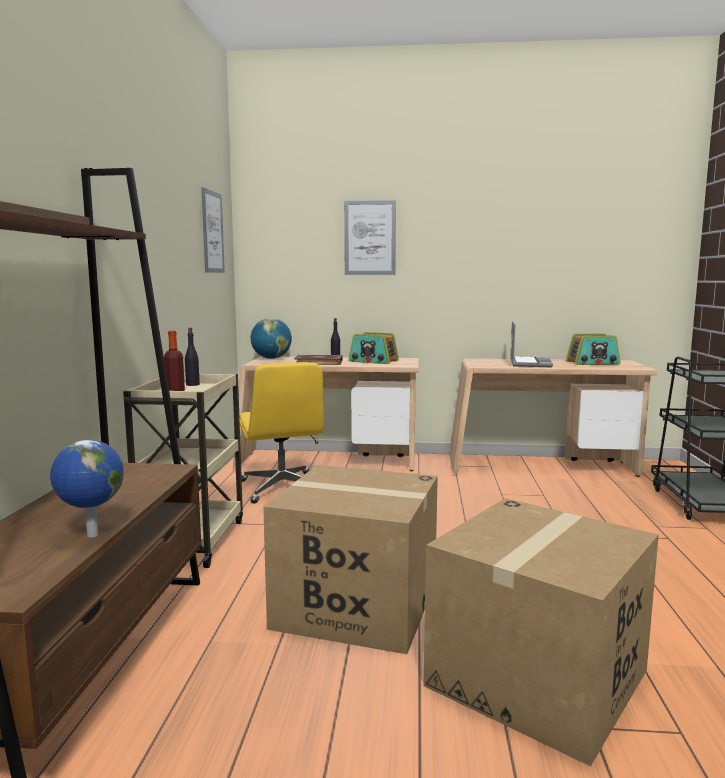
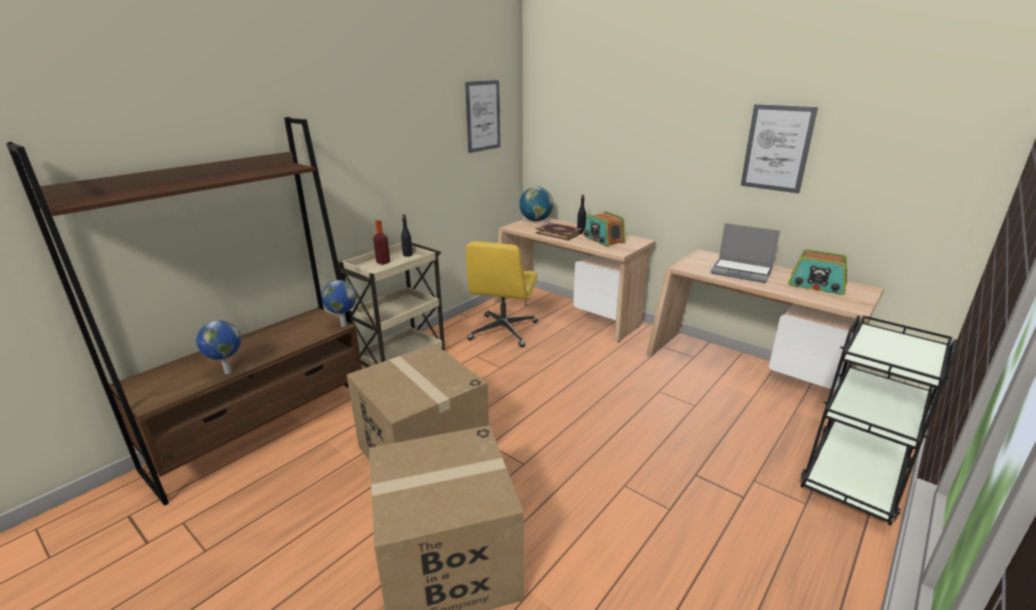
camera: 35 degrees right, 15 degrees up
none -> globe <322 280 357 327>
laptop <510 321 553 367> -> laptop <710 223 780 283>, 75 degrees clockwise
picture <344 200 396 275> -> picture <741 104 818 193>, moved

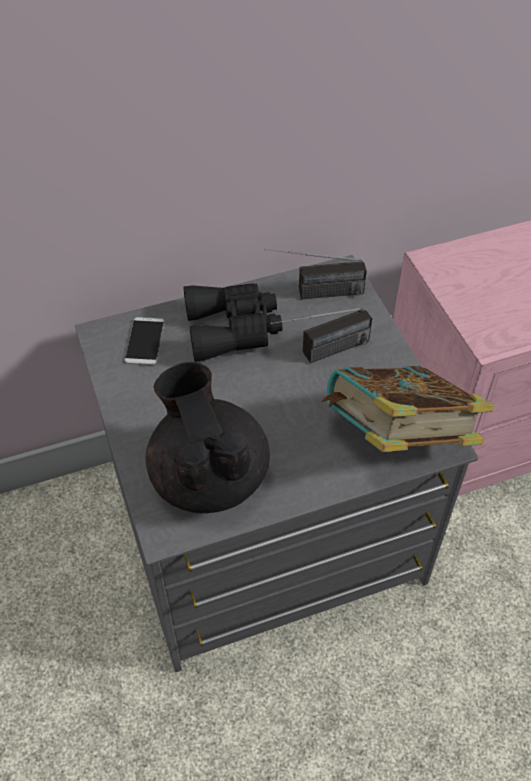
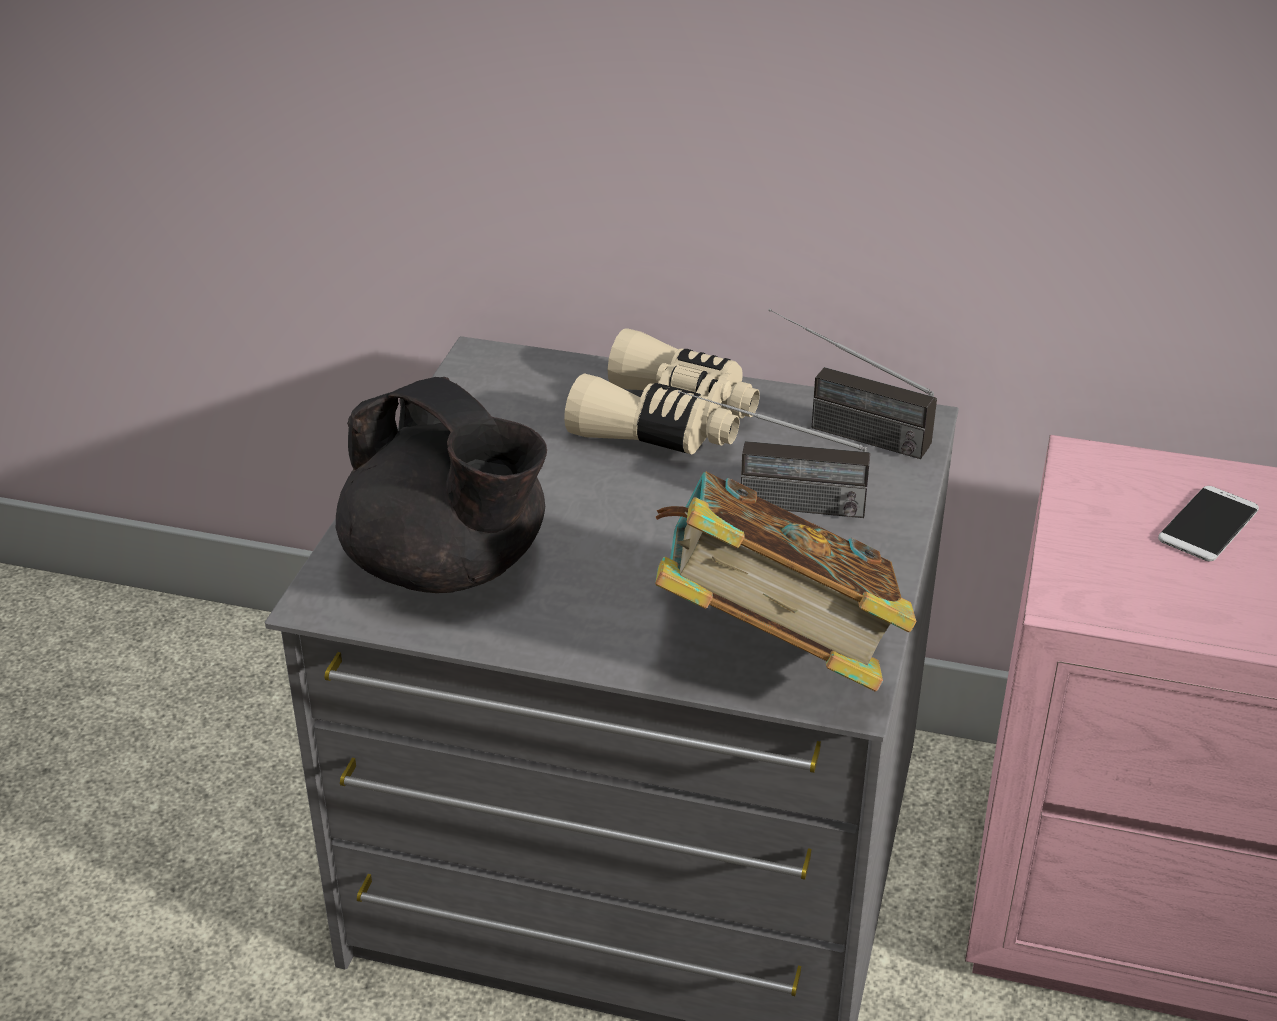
camera: 35 degrees right, 15 degrees down
teapot/black <145 362 270 513> -> teapot/black <336 377 547 593>, 120 degrees clockwise
binoculars/black <183 283 282 362> -> binoculars/beige <564 328 759 454>
phone <125 317 164 365> -> phone <1158 486 1259 561>, moved

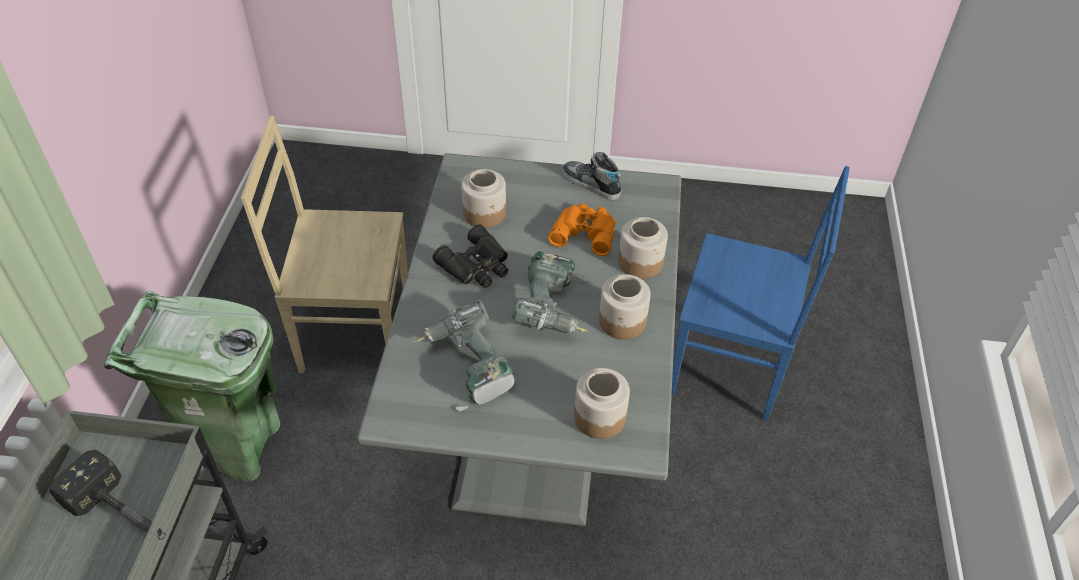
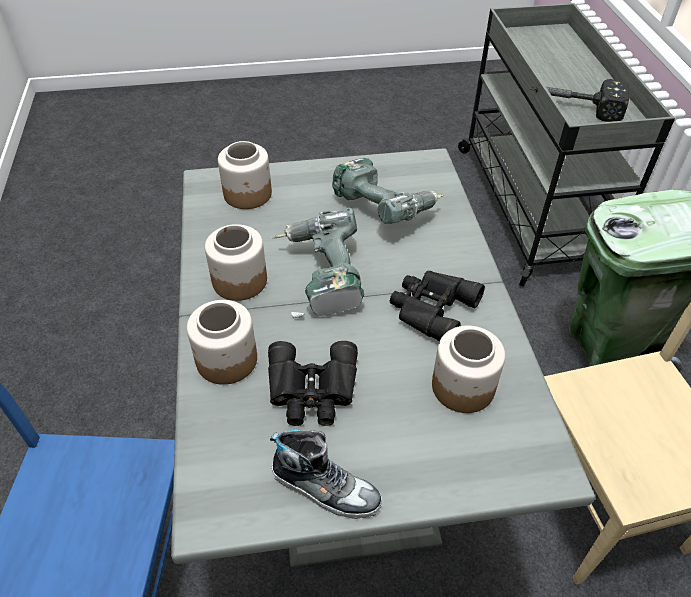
camera: 165 degrees right, 0 degrees up
binoculars/orange <548 203 615 256> -> binoculars/black <268 341 358 426>

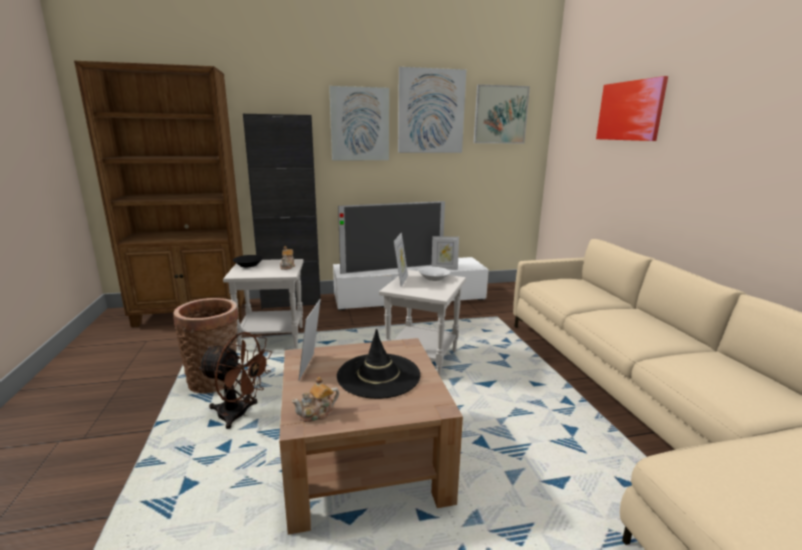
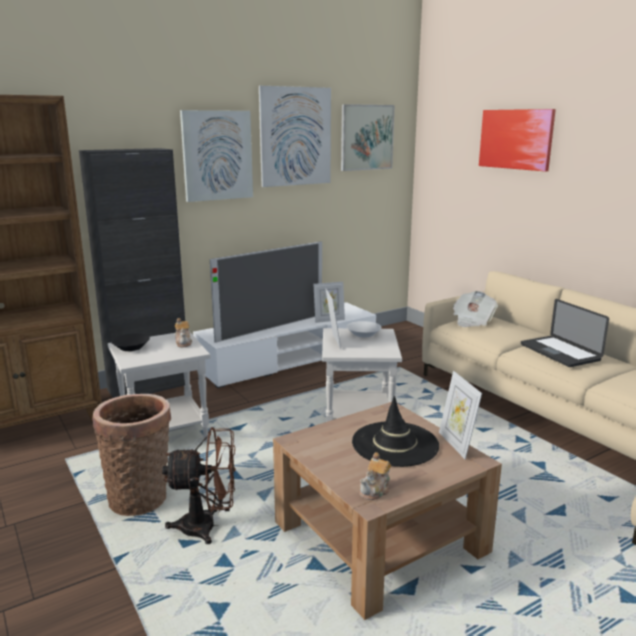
camera: 20 degrees left, 0 degrees up
picture frame <299 299 321 380> -> picture frame <439 371 482 460>, moved
none -> newspaper <452 291 498 327>
none -> laptop <521 299 609 367>

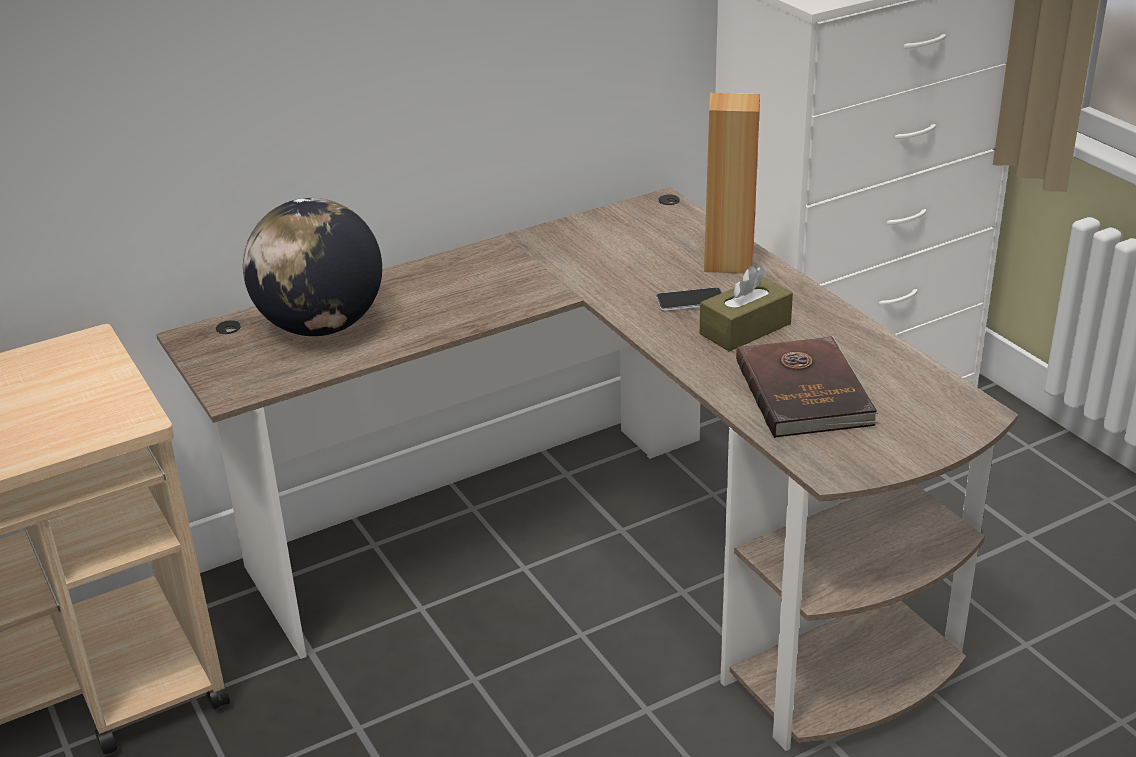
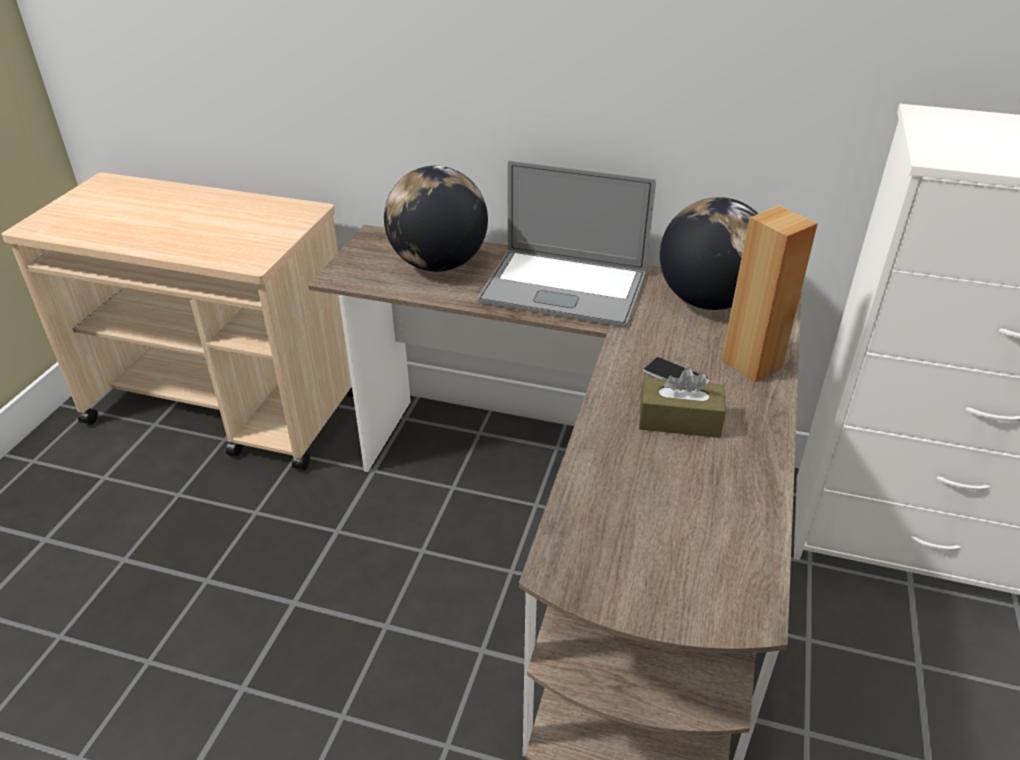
camera: 45 degrees right, 5 degrees up
none -> laptop <478 160 656 328>
none -> globe <660 197 758 310>
book/brown <736 336 878 438> -> none

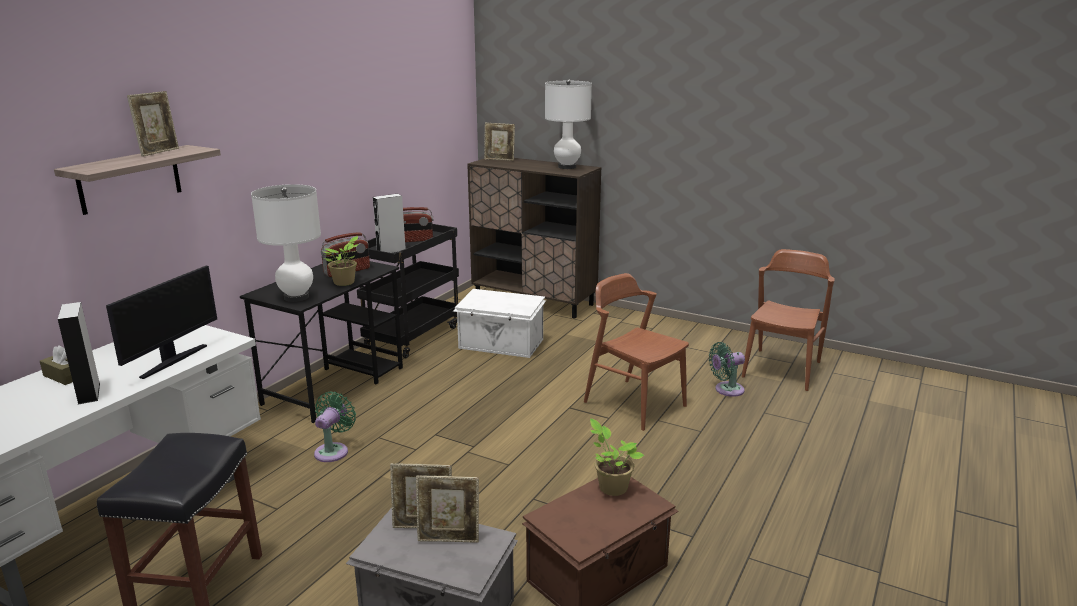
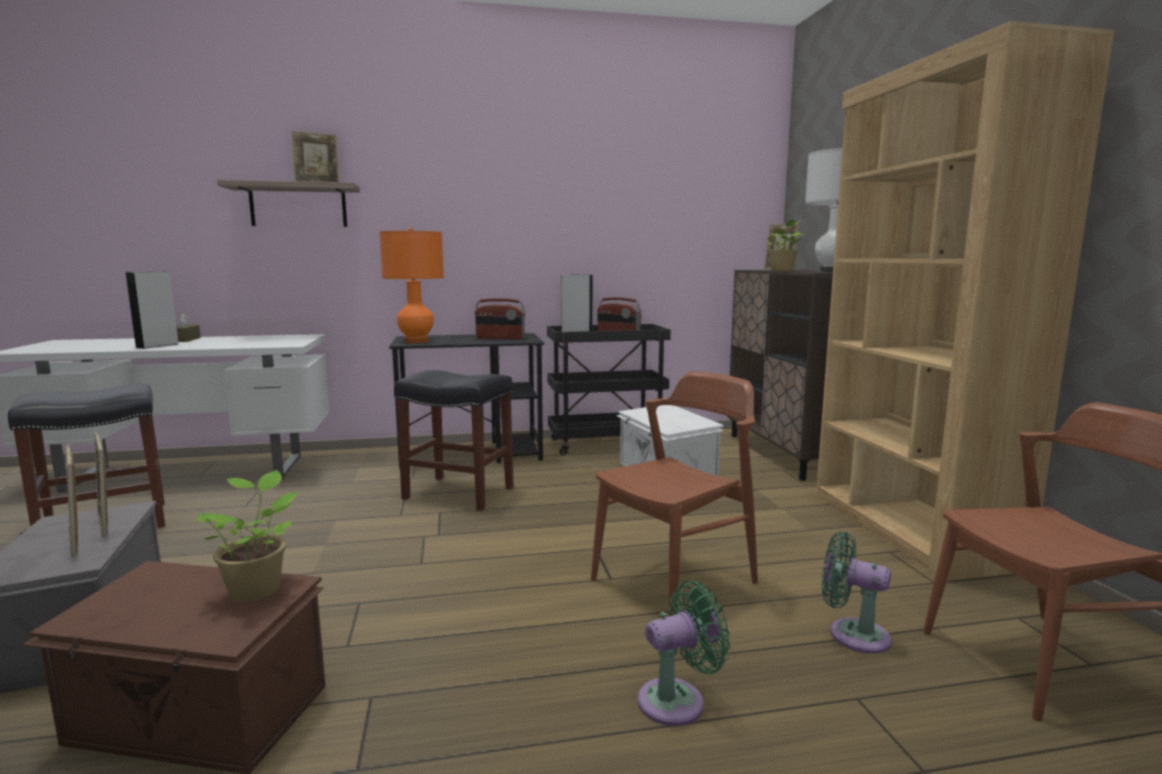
camera: 50 degrees right, 10 degrees down
table lamp/white <251 184 321 302> -> table lamp/orange <379 228 444 343>
none -> stool/black <394 370 514 511>
chair/brown <584 273 689 431> -> chair/brown <591 371 758 616>, 45 degrees clockwise
fan/green <314 392 356 462> -> fan/green <638 580 730 726>, moved
potted plant <322 236 358 286> -> potted plant <765 220 805 271>, moved
none -> bookcase/brown <816 21 1114 581>
monitor <106 266 217 379> -> none

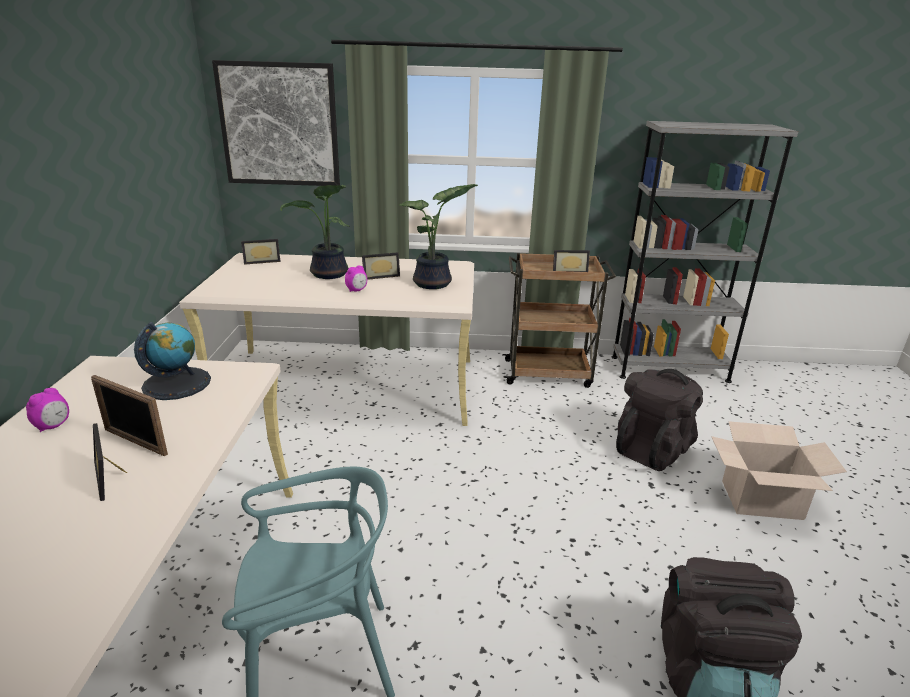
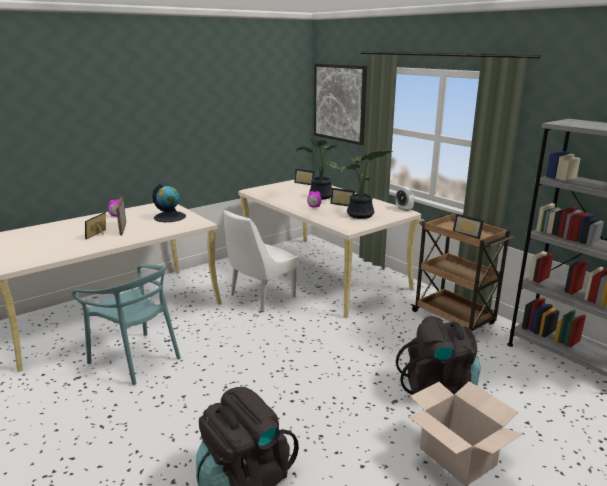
camera: 50 degrees right, 5 degrees down
none -> chair/white <224 210 299 312>
none -> alarm clock <396 187 414 211>

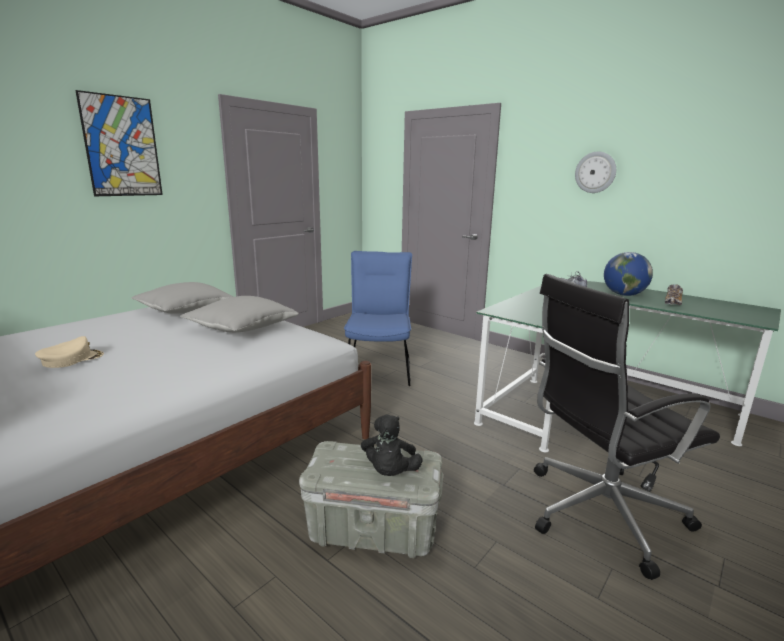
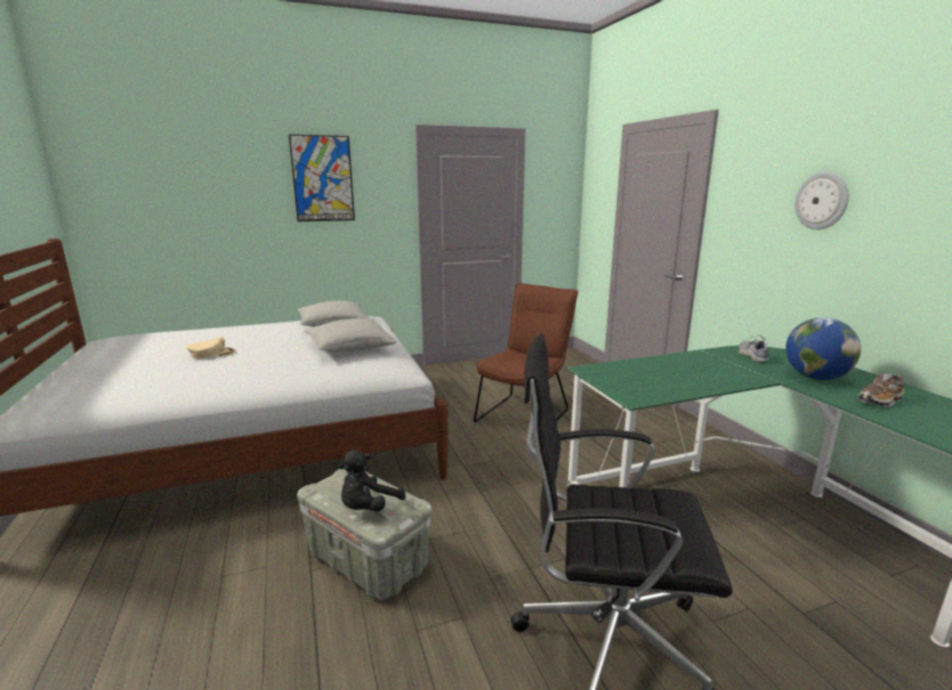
camera: 30 degrees right, 0 degrees up
chair/blue <344 251 412 386> -> chair/brown <474 283 578 422>

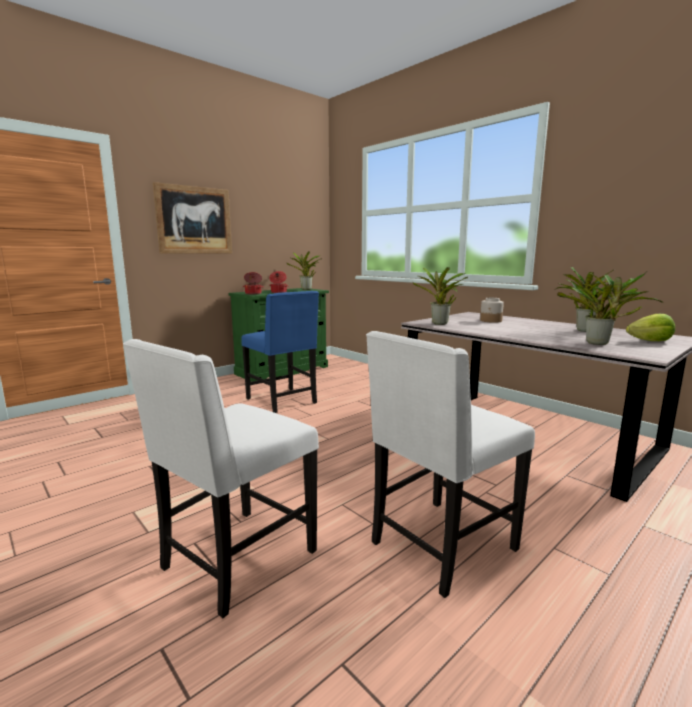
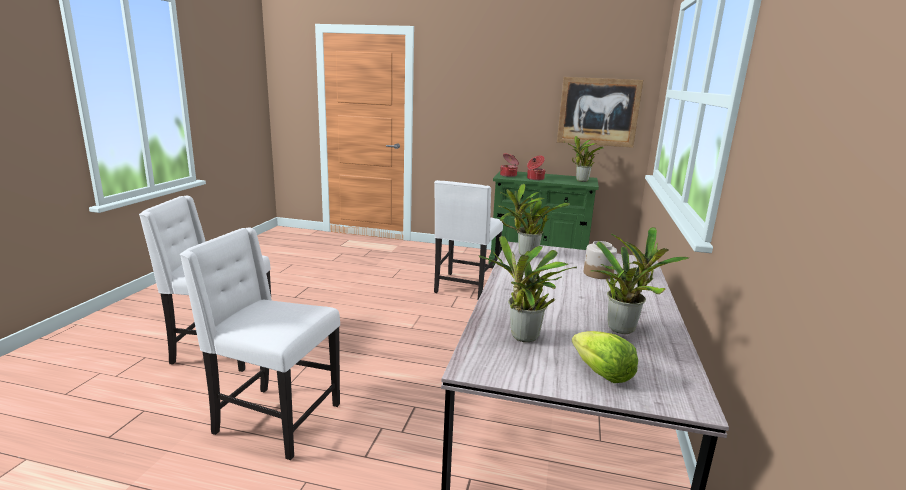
camera: 55 degrees right, 5 degrees up
chair/blue <241 291 319 413> -> chair/white <434 180 503 300>
picture <153 182 232 254> -> picture <557 77 643 148>, moved

